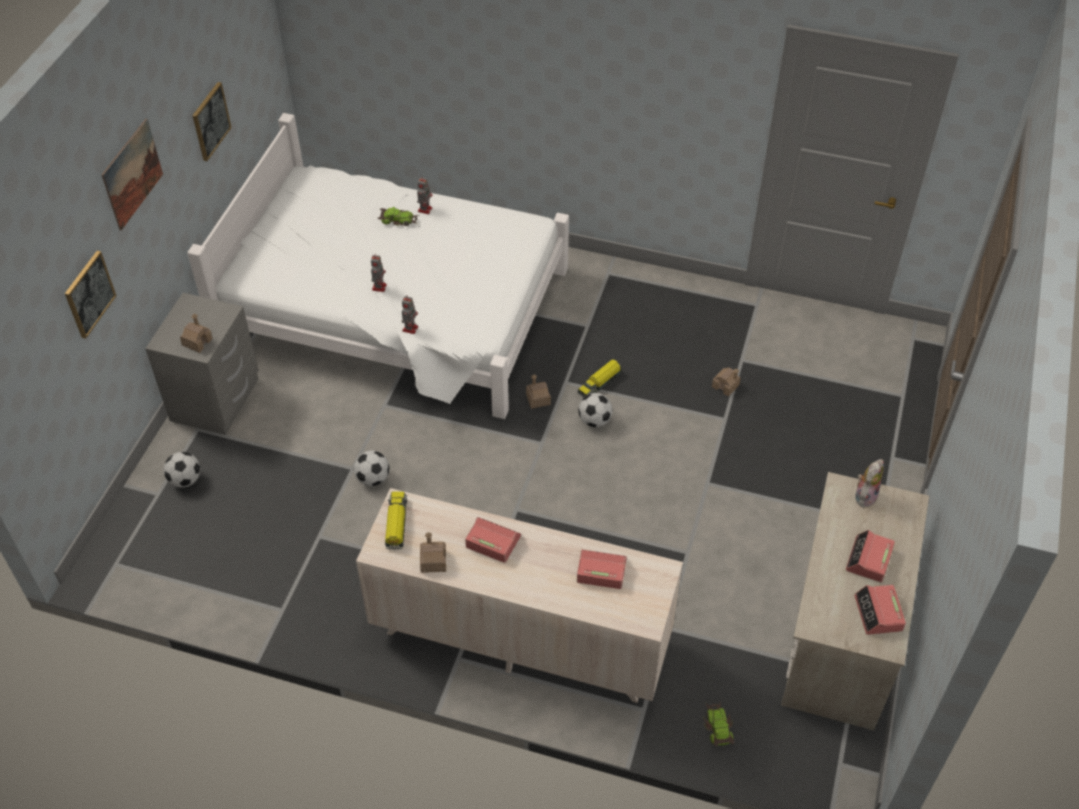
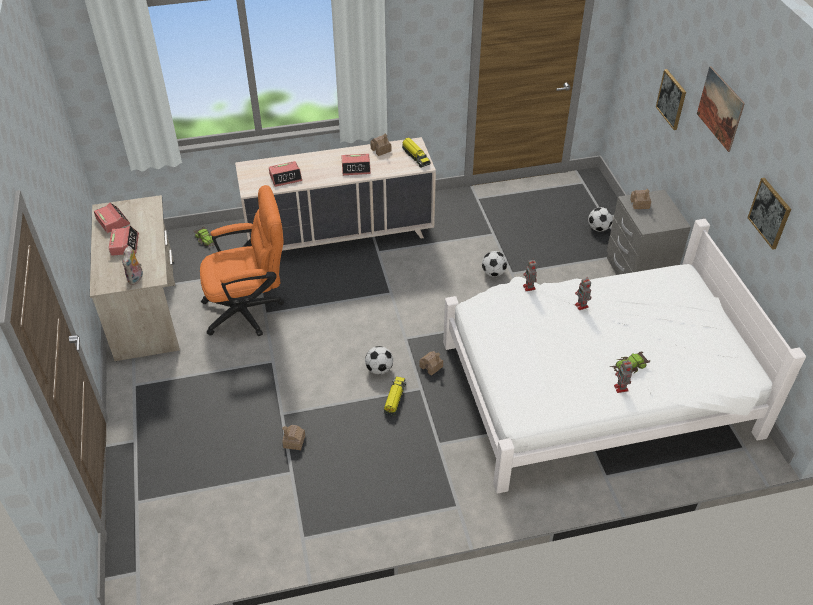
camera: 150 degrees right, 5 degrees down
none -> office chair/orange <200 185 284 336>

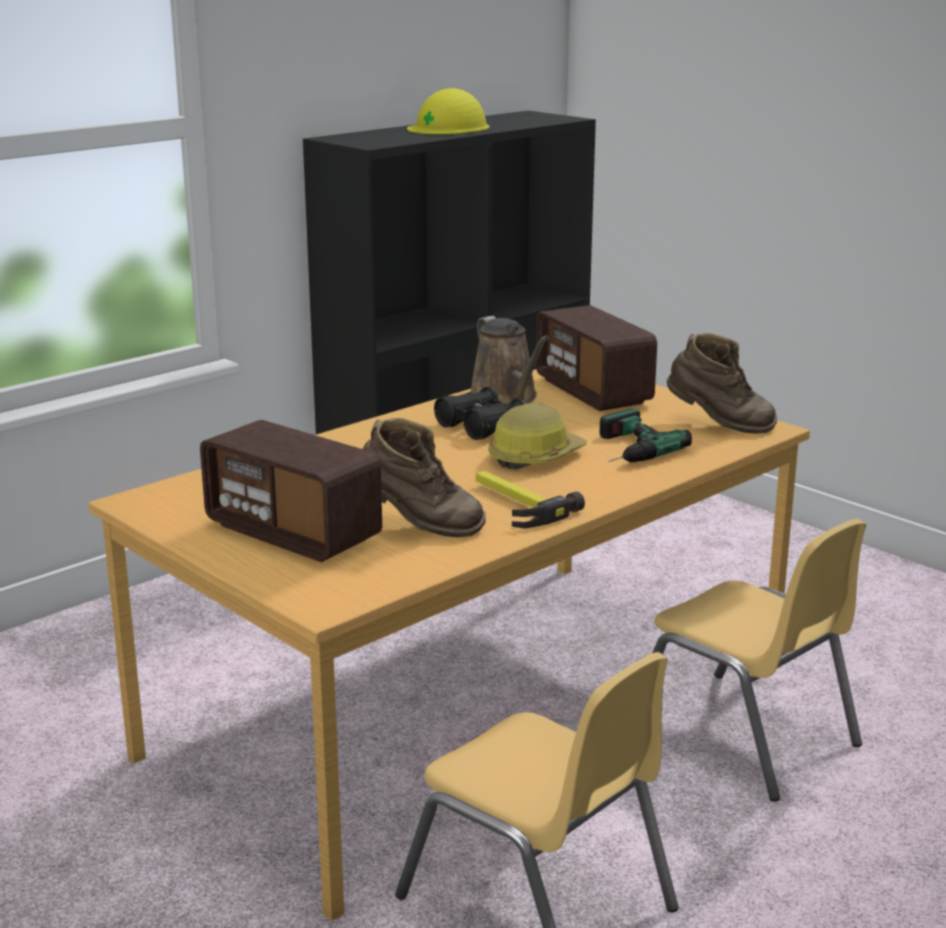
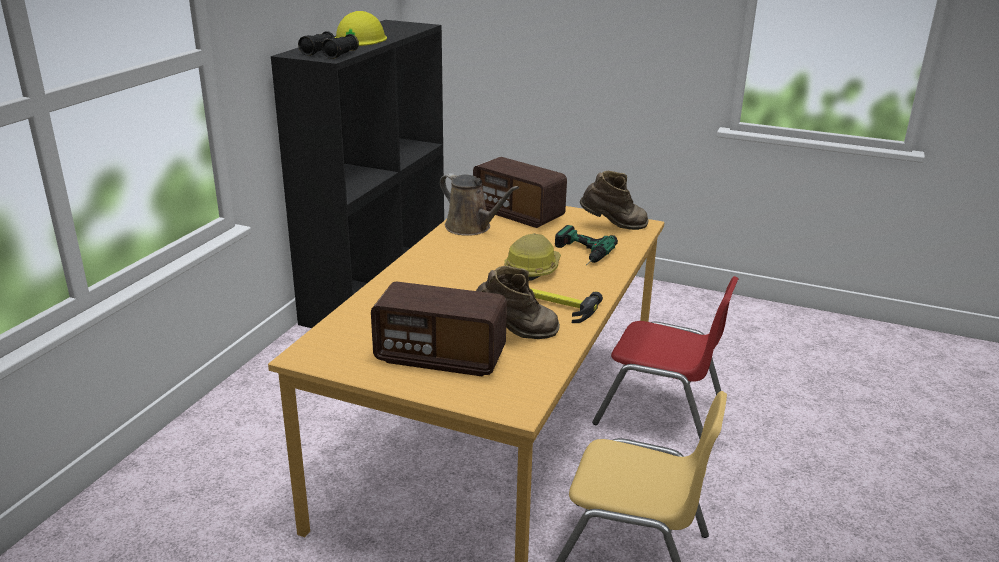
camera: 25 degrees left, 5 degrees up
binoculars/black <434 387 527 440> -> binoculars/black <298 31 359 59>, moved
chair/yellow <652 519 866 802> -> chair/red <592 276 739 439>

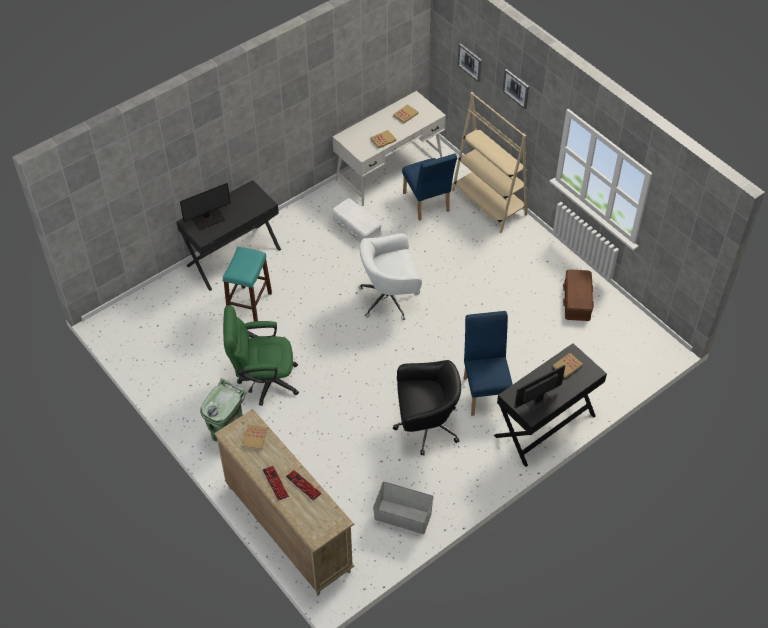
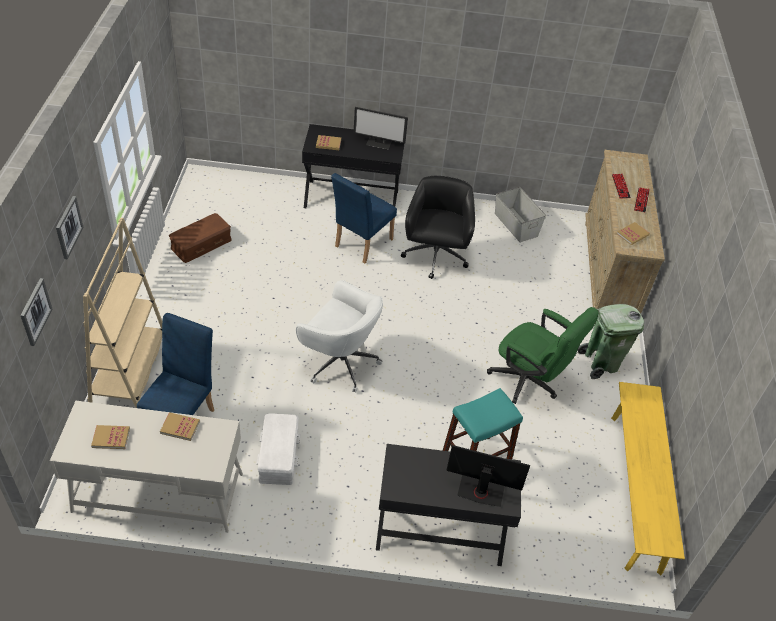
camera: 140 degrees left, 5 degrees down
office chair/black <393 360 461 455> -> office chair/black <401 176 475 279>, 60 degrees clockwise
none -> bench/yellow <611 382 685 576>

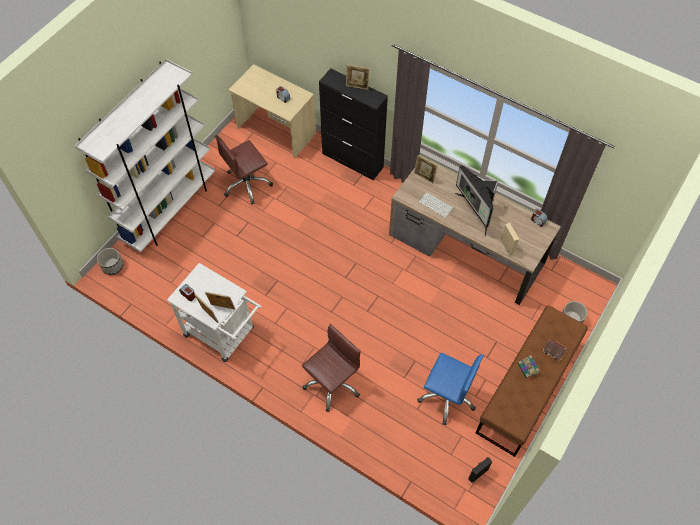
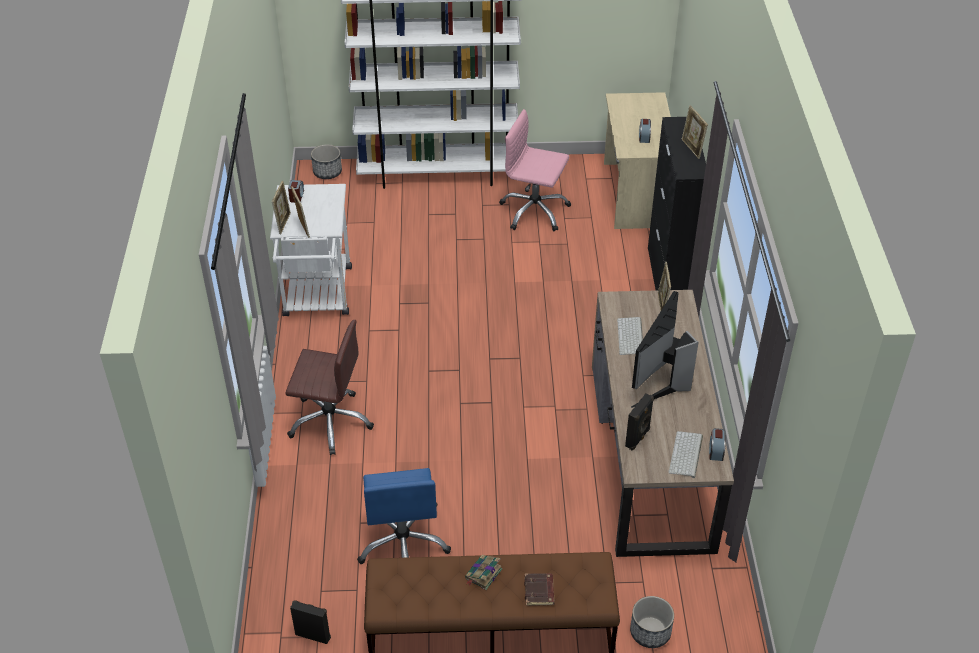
camera: 55 degrees right, 15 degrees down
office chair/brown <215 135 273 205> -> office chair/pink <499 109 571 231>
speaker/beige <501 223 520 256> -> speaker/black <625 393 654 450>
none -> keyboard <669 431 703 478>

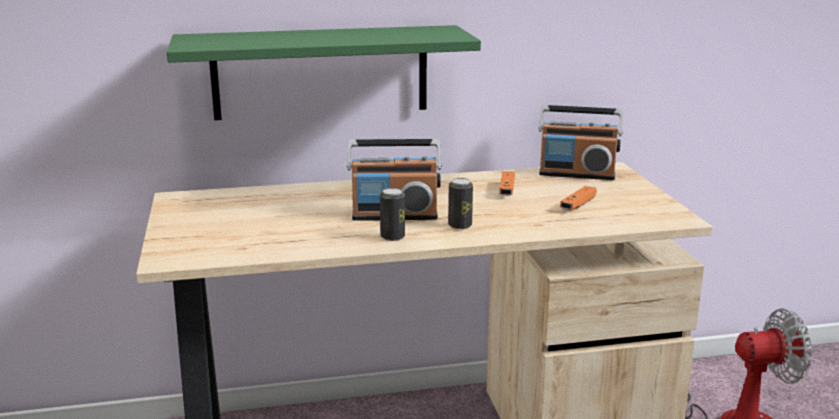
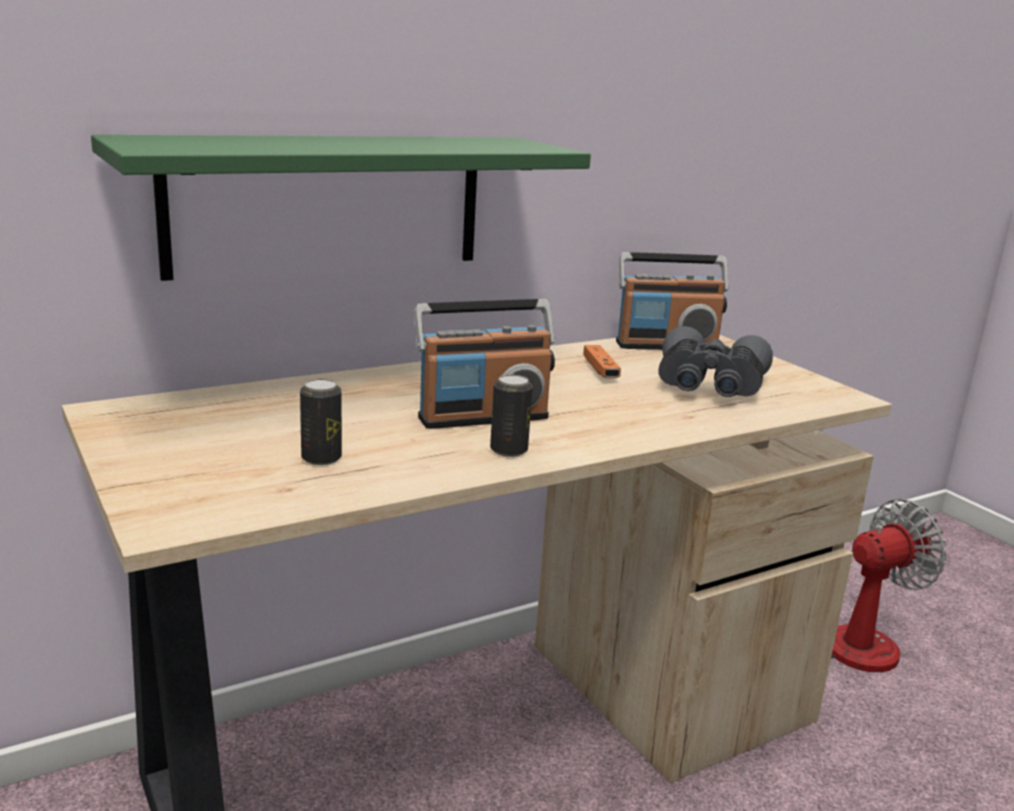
camera: 20 degrees left, 0 degrees up
can <448 178 473 229> -> can <300 379 342 465>, moved
game controller/orange <560 186 597 210> -> binoculars/grey <658 326 773 397>

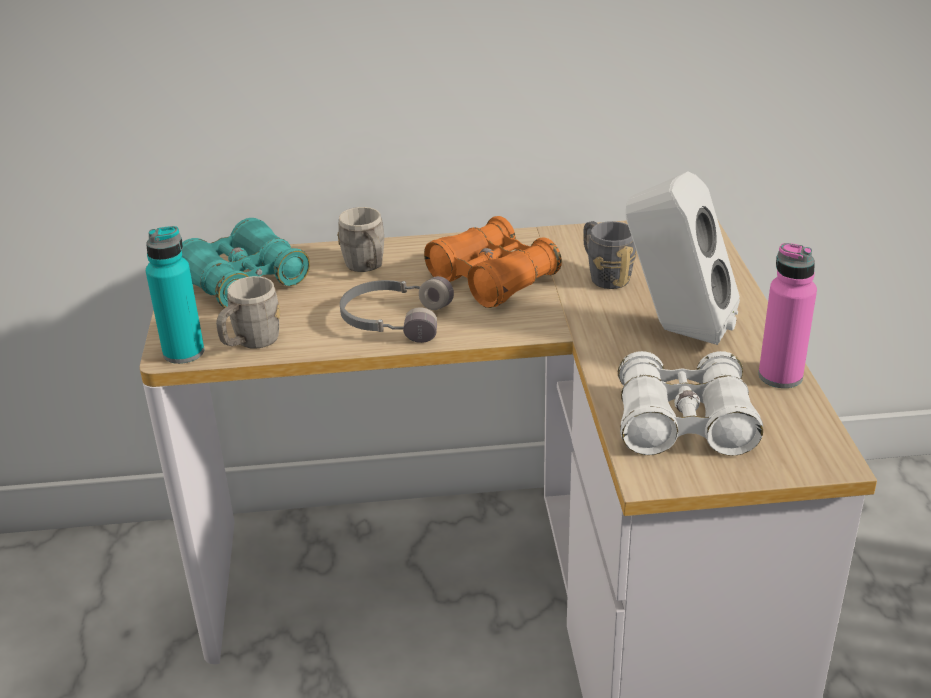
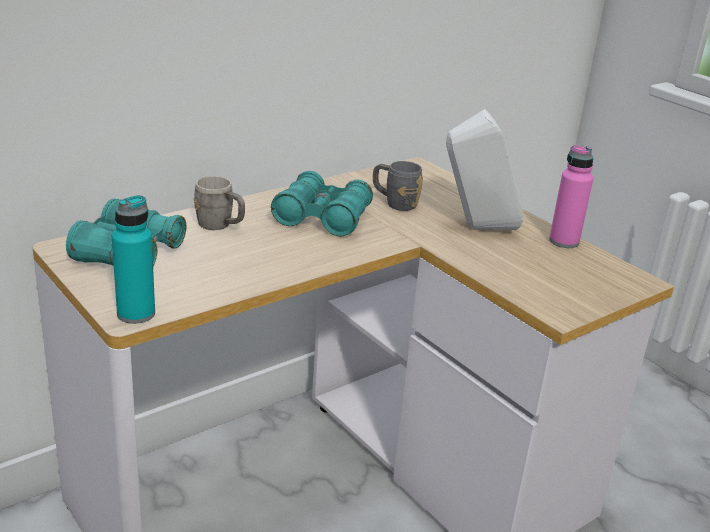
camera: 35 degrees left, 5 degrees down
binoculars/orange <424 216 562 308> -> binoculars/turquoise <271 171 373 236>
mug/grey <216 276 280 349> -> none
headphones/grey <340 276 454 343> -> none
binoculars/white <618 351 763 456> -> none

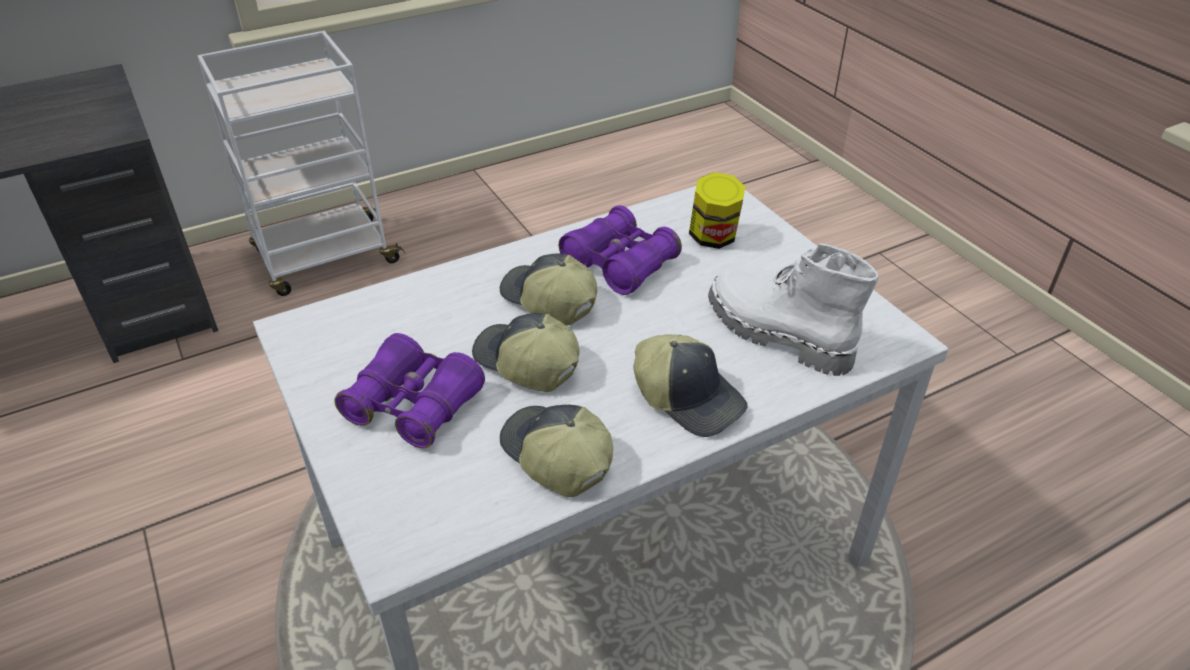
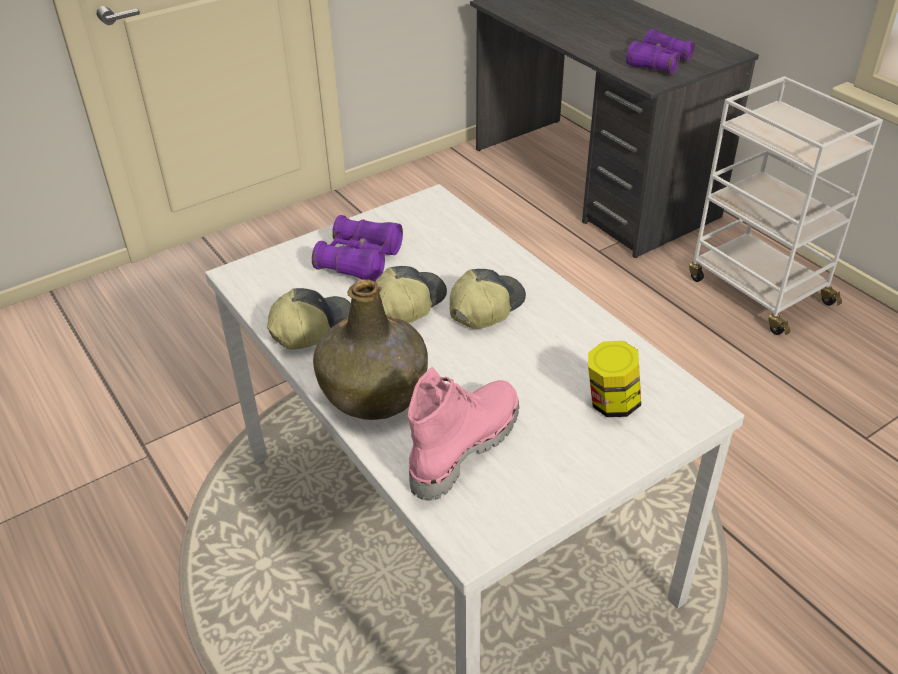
camera: 85 degrees right, 0 degrees up
cap <634 334 748 437> -> bottle/green <313 279 428 420>
boot/white <708 243 879 376> -> boot/pink <408 367 519 501>
binoculars/purple <559 205 682 295> -> binoculars/purple <626 29 695 74>, moved

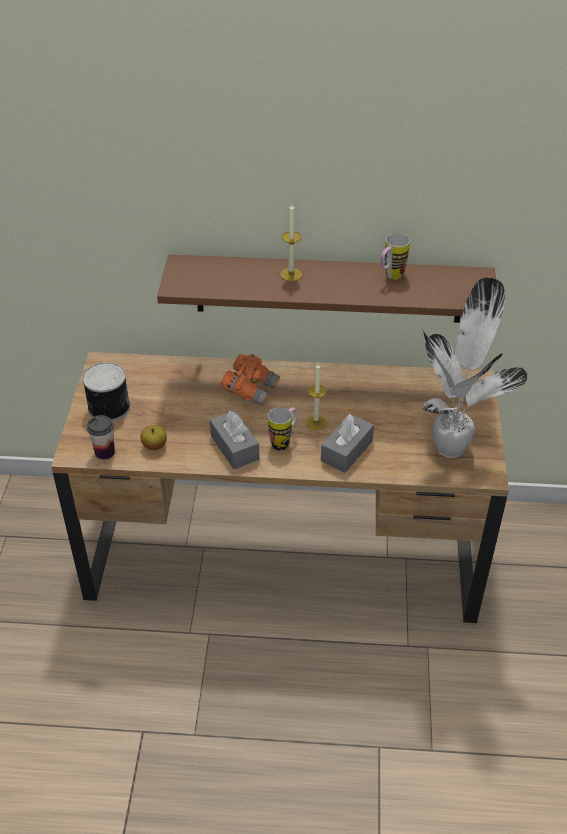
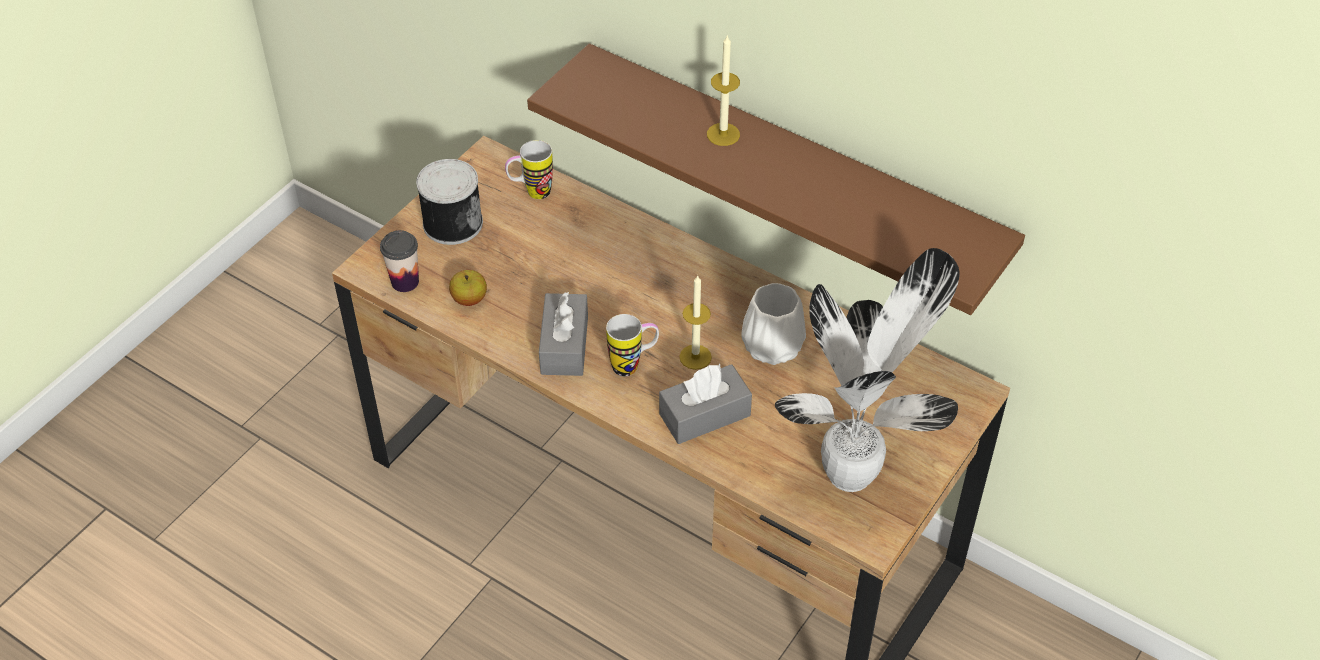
camera: 30 degrees right, 5 degrees up
mug <380 233 410 280> -> mug <505 140 553 199>, moved
none -> vase/white <741 283 806 365>
binoculars/orange <220 354 280 406> -> none

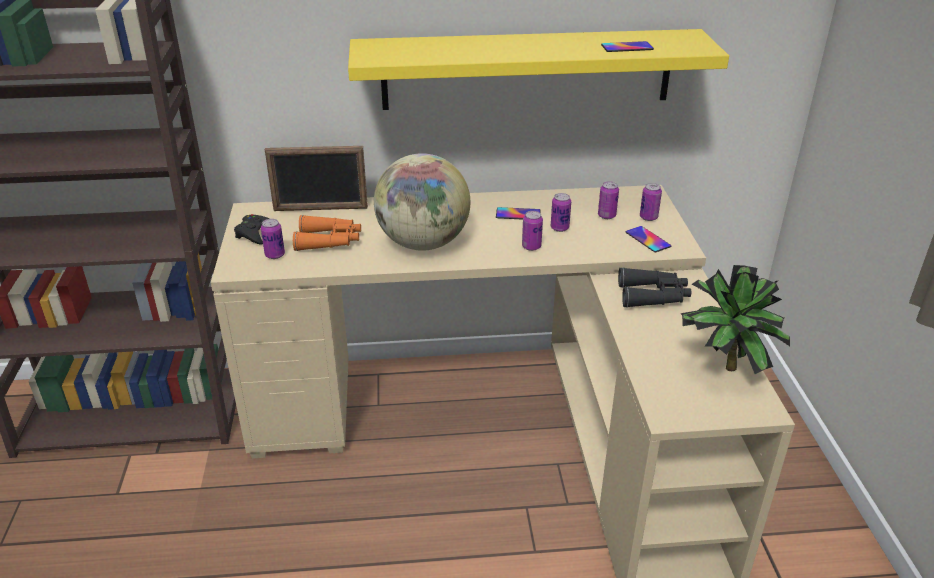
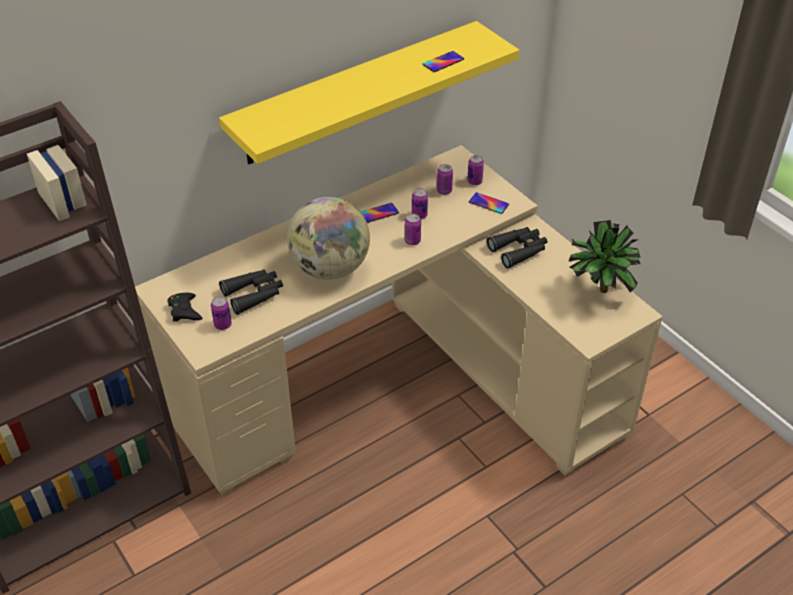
camera: 30 degrees left, 10 degrees up
binoculars/orange <293 215 361 251> -> binoculars/black <219 269 283 315>
picture frame <265 146 368 211> -> none

